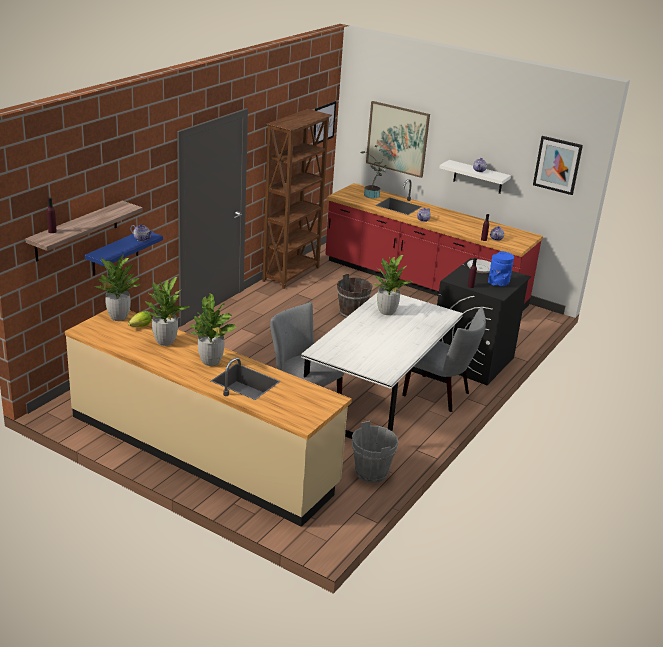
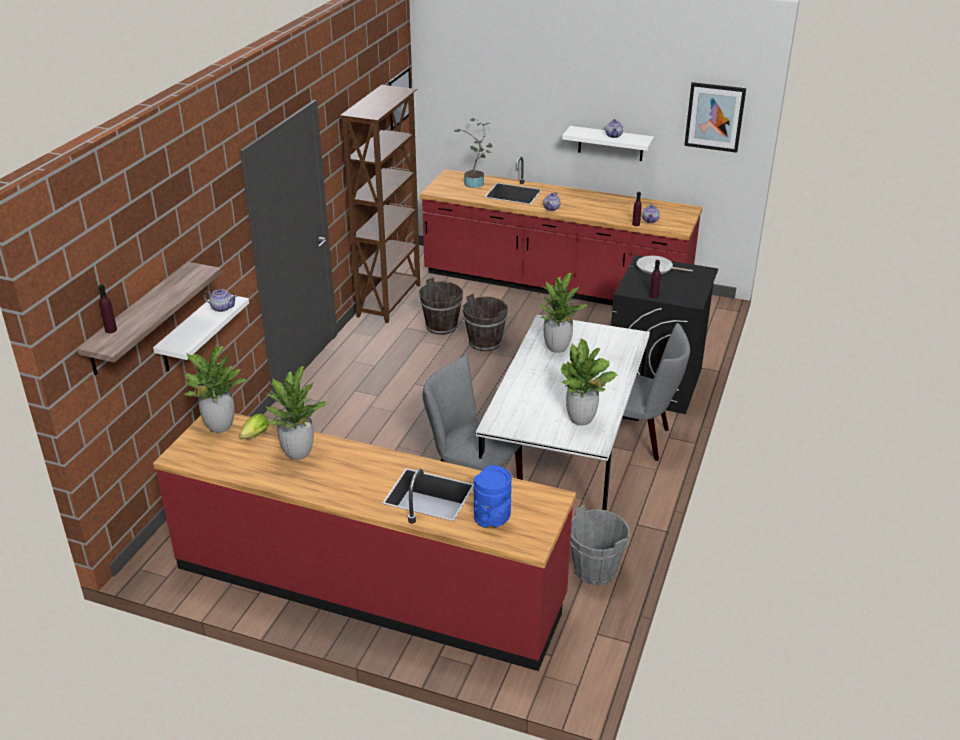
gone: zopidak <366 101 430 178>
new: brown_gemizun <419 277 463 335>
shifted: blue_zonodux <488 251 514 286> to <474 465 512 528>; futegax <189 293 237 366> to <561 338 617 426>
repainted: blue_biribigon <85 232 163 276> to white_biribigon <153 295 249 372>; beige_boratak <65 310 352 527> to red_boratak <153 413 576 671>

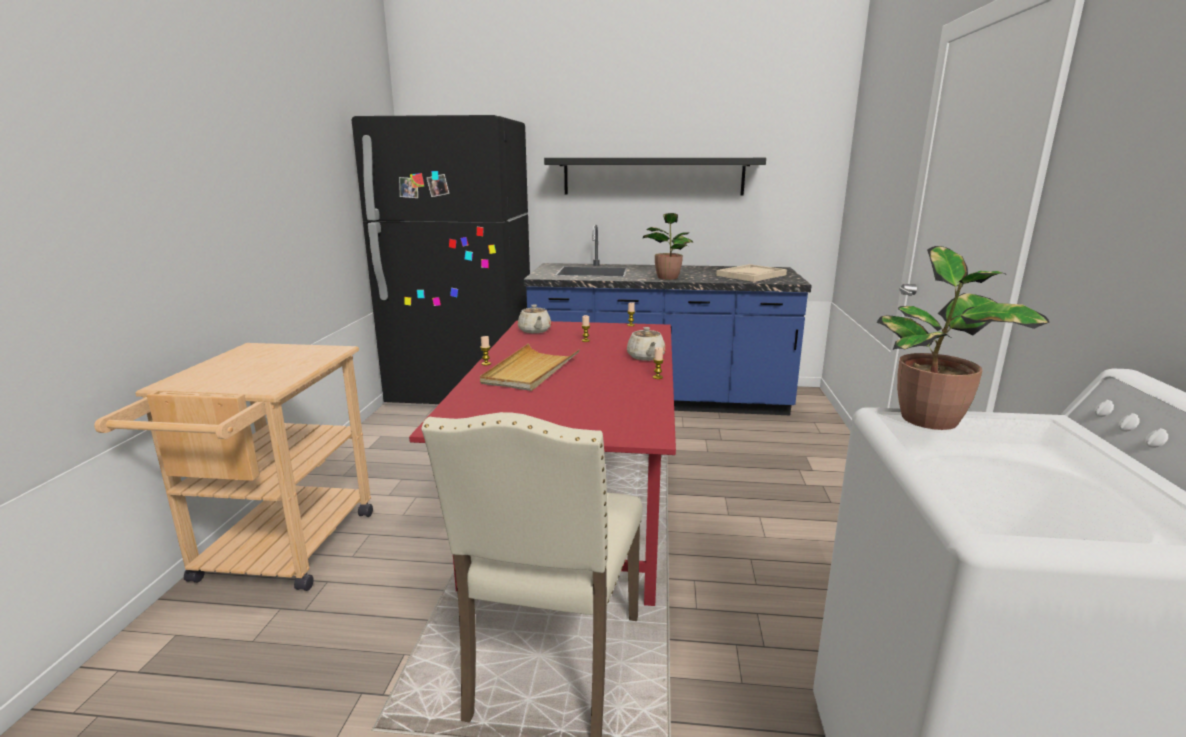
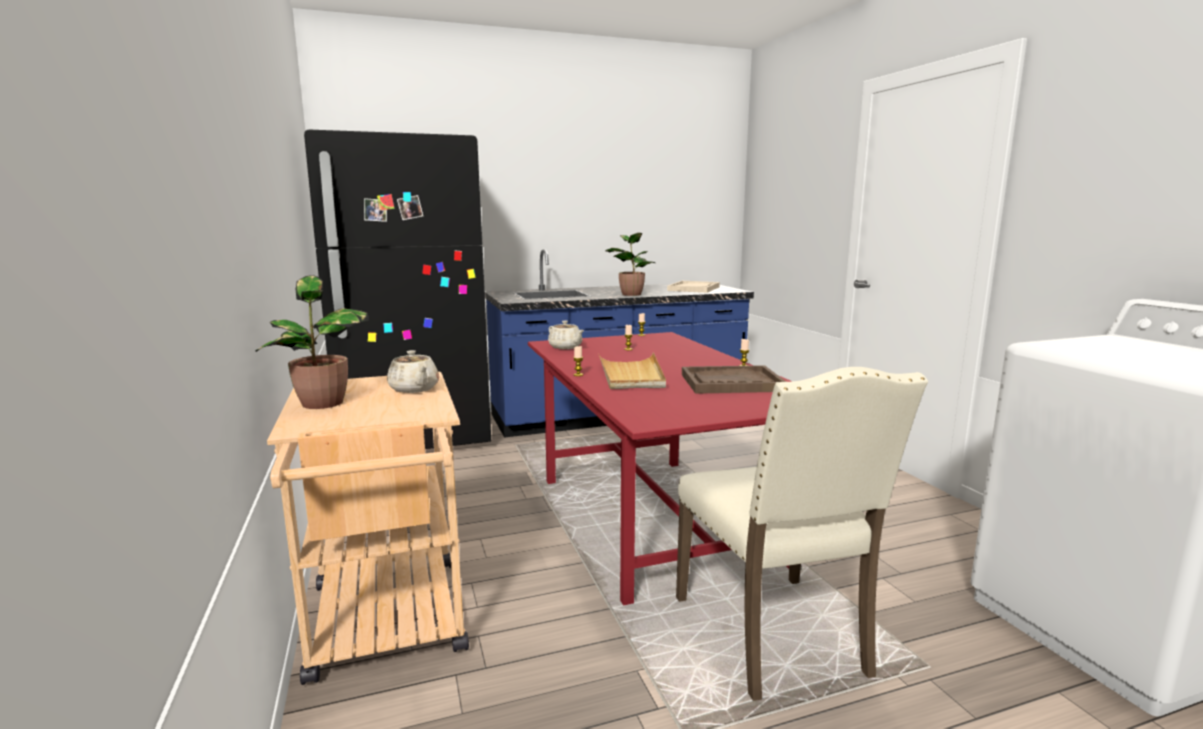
gone: black_biribigon <544 158 766 196>
new: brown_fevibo <682 365 786 394>
shifted: futegax <877 246 1050 430> to <256 275 369 409>; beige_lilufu <627 327 666 361> to <387 350 439 393>

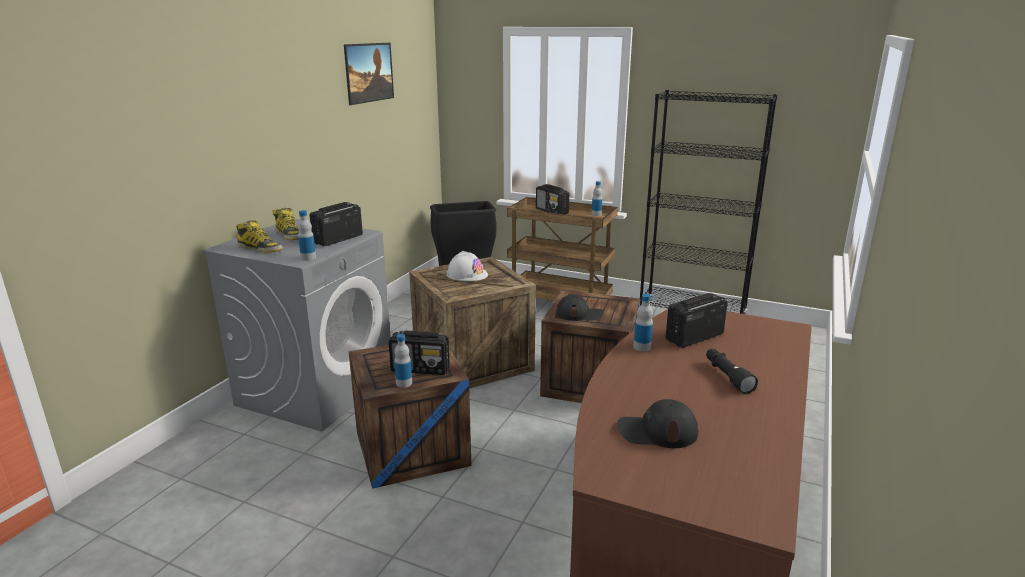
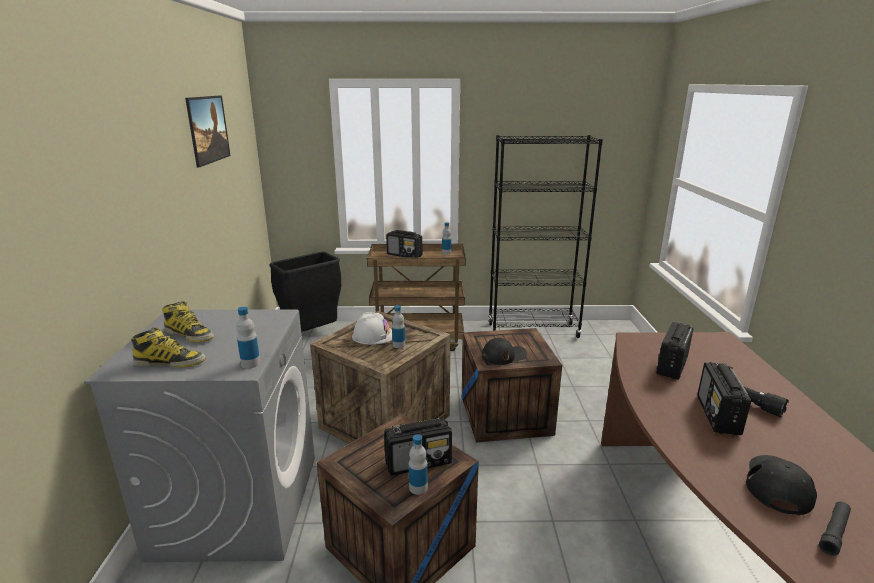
new: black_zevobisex <819 501 851 556>
shifted: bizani <310 202 363 246> to <697 362 751 435>; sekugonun <633 294 653 352> to <392 305 405 348>
rotated: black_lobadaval <617 399 699 448> = <746 455 817 515> 135 degrees clockwise

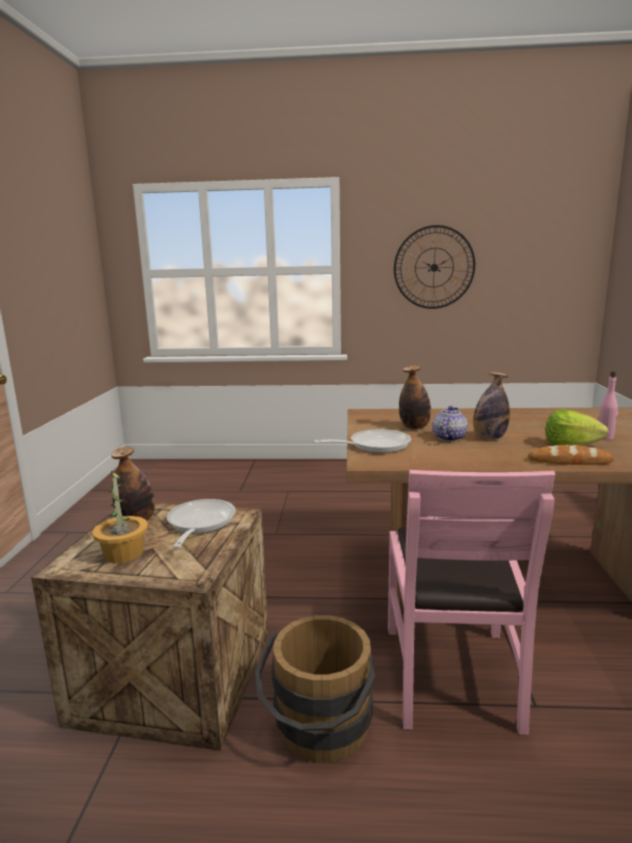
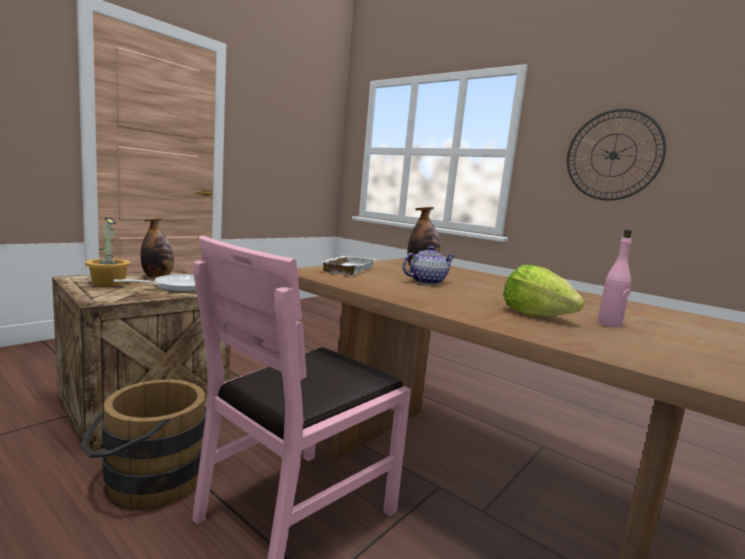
gone: sekugonun <473 372 510 440>; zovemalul <528 445 614 465>
swapped: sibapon <313 429 411 453> to white_fevibo <322 256 376 275>

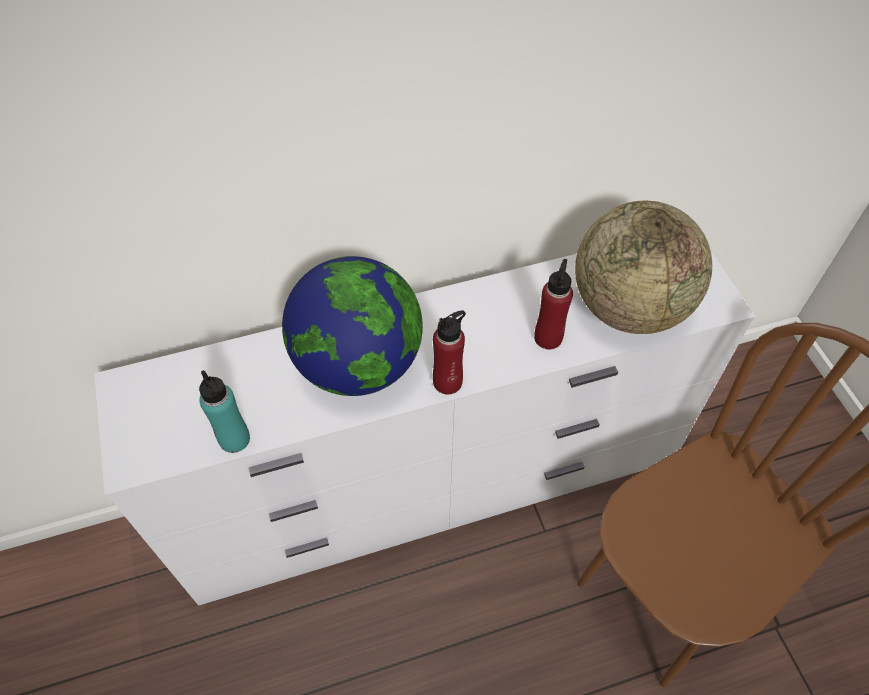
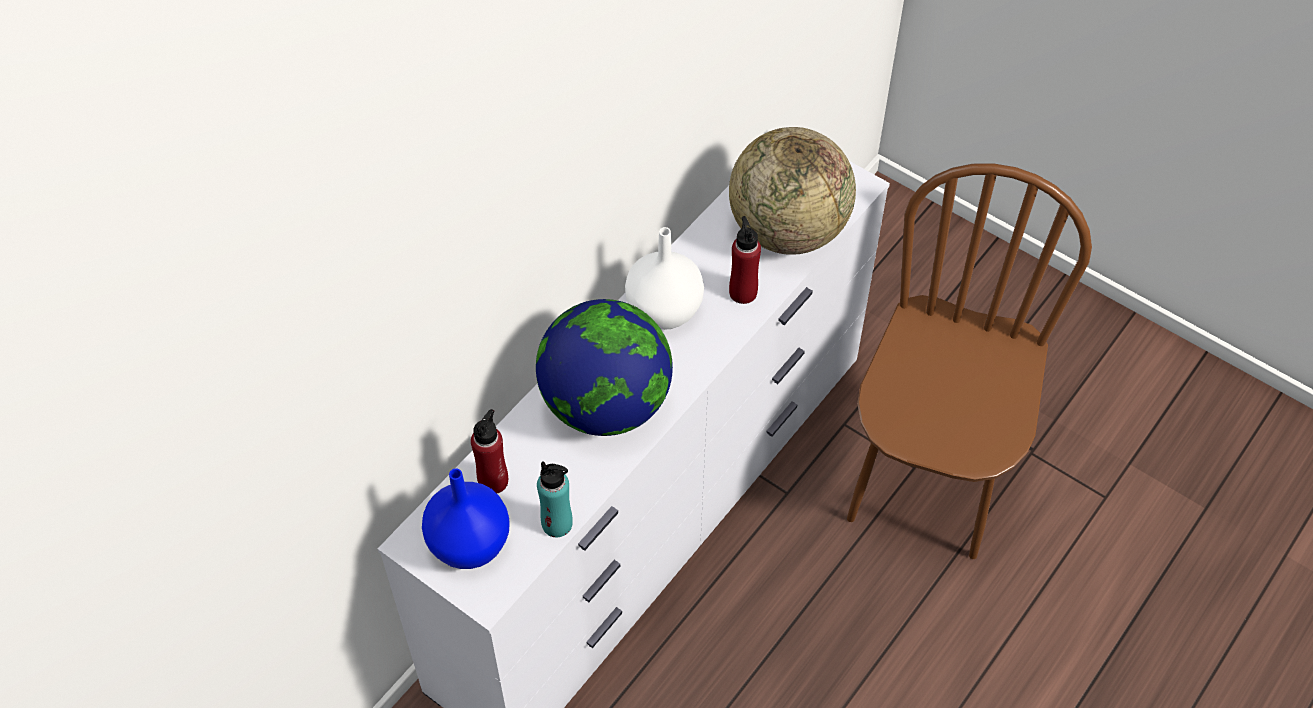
new: white_zonodux <625 227 704 330>; blue_zonodux <422 468 510 569>
shifted: red_sekugonun <433 310 466 394> to <471 409 508 493>

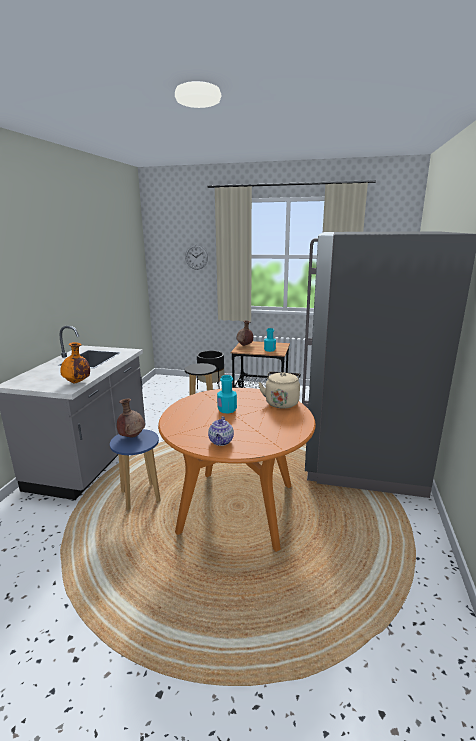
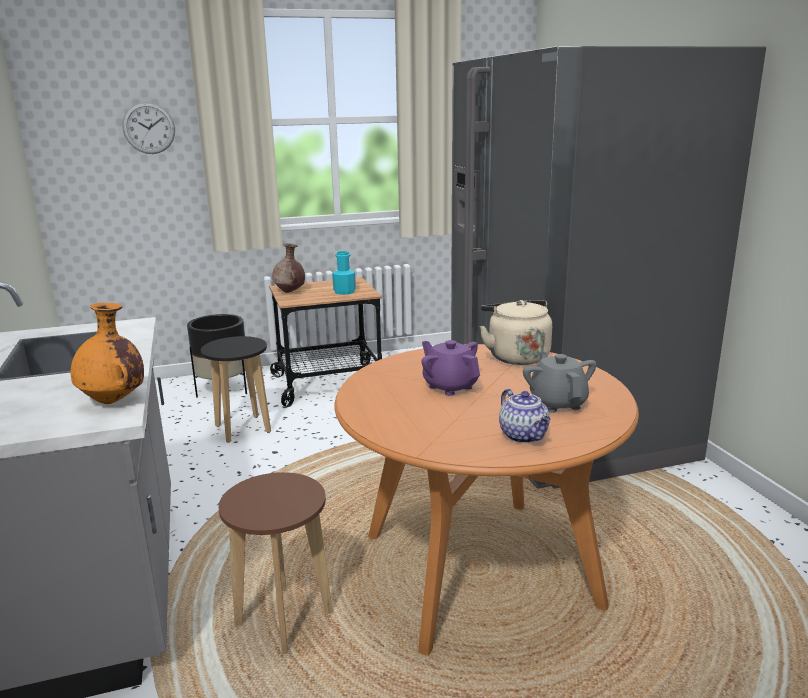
gone: brown_zonodux <117 399 145 438>
new: grey_lilufu <523 351 597 413>
swapped: turquoise_sekugonun <217 375 237 413> to purple_lilufu <421 340 480 396>
repainted: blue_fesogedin <110 429 161 510> to brown_fesogedin <219 472 333 655>

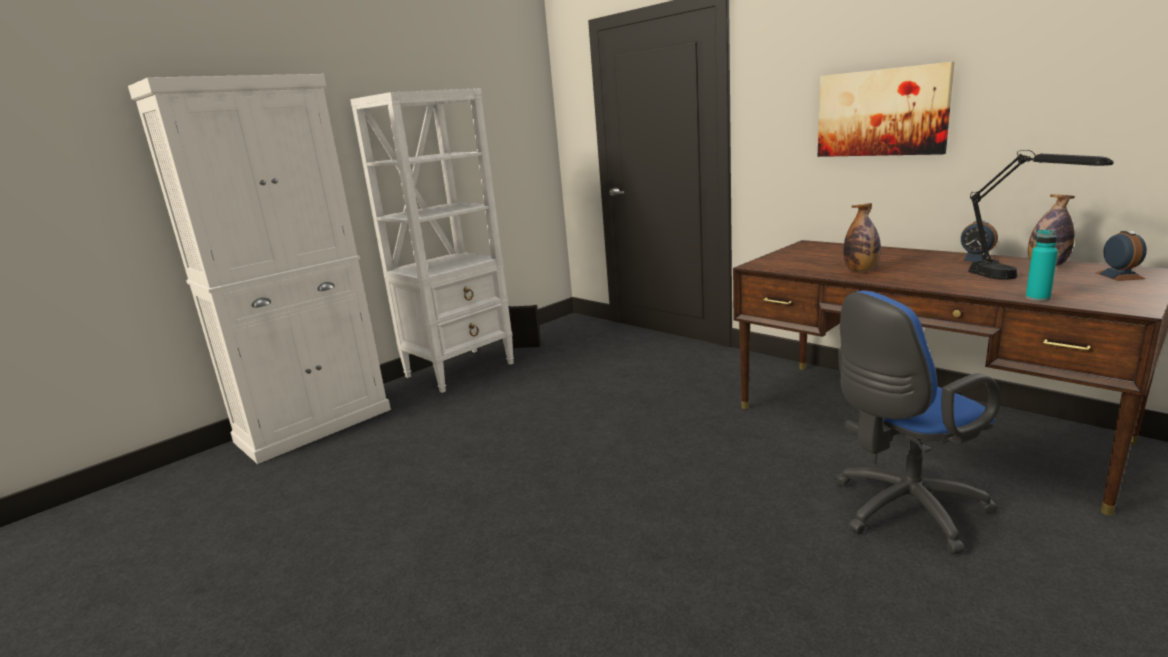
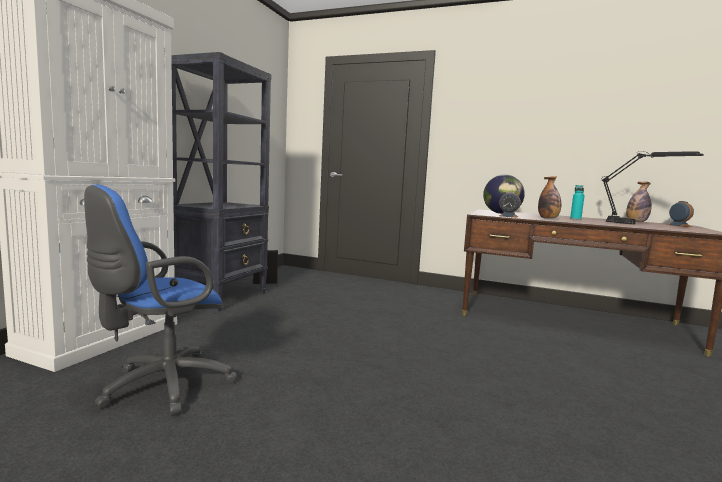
gone: zopidak <818 62 955 157>
new: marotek <483 175 525 214>
shifted: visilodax <957 220 998 262> to <499 192 521 218>; turquoise_sekugonun <1026 230 1058 301> to <570 185 585 220>; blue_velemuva <835 291 1001 554> to <84 185 237 416>
repainted: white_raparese <350 88 514 393> to black_raparese <171 52 272 312>

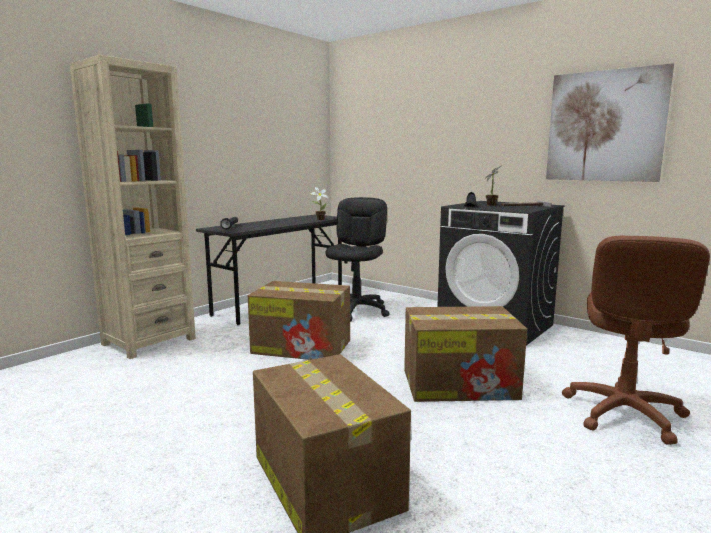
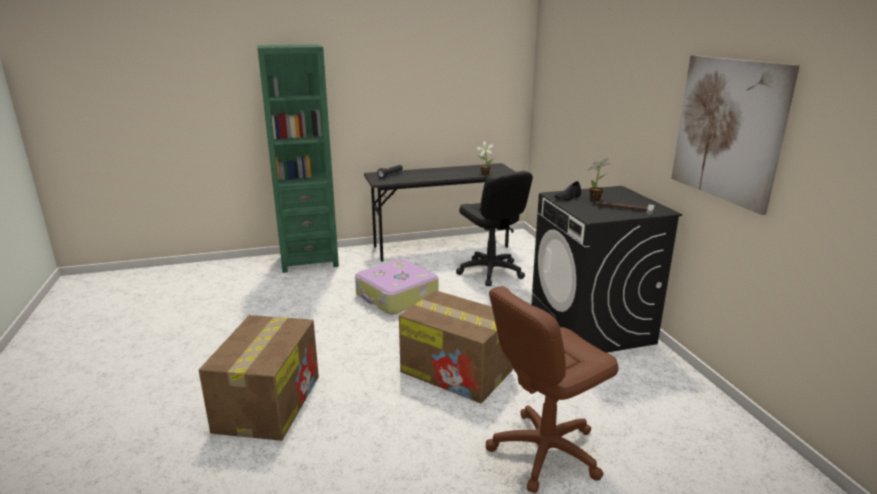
swapped: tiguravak <248 281 350 360> to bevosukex <355 259 439 315>
repainted: beige_raparese <70 55 196 359> to green_raparese <257 44 339 273>
rotated: black_velemuva <325 197 390 321> = <456 171 533 286> 105 degrees clockwise

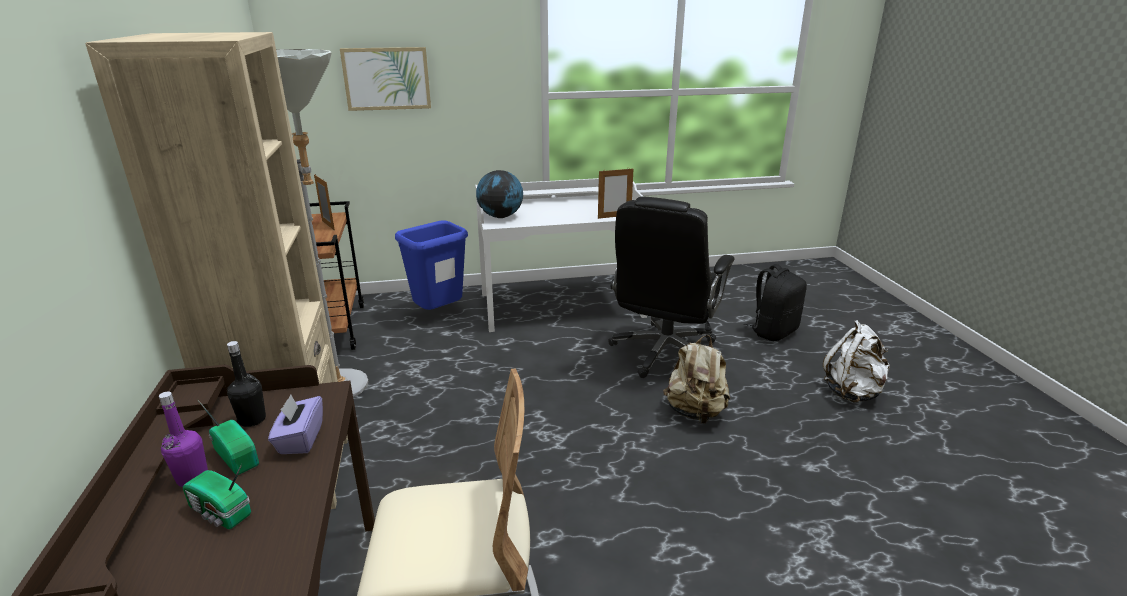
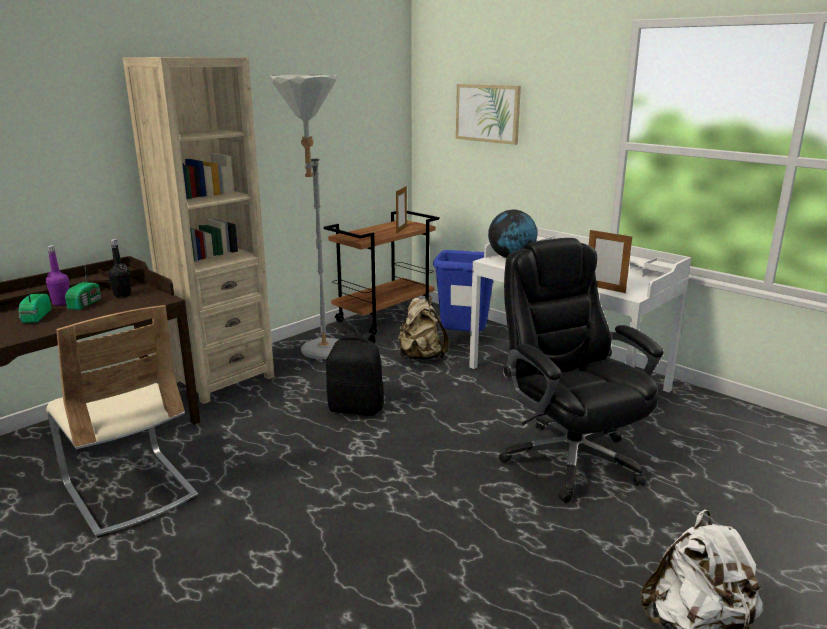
gone: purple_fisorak <268 394 323 454>
shifted: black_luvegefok <744 264 807 341> to <326 331 384 416>; beige_luvegefok <663 335 730 424> to <398 296 449 361>
rotated: black_velemuva <608 196 734 378> = <499 238 664 503> 75 degrees clockwise

